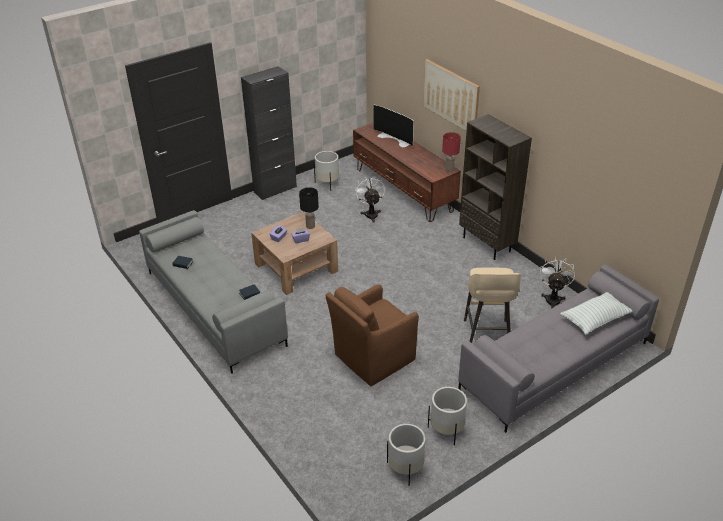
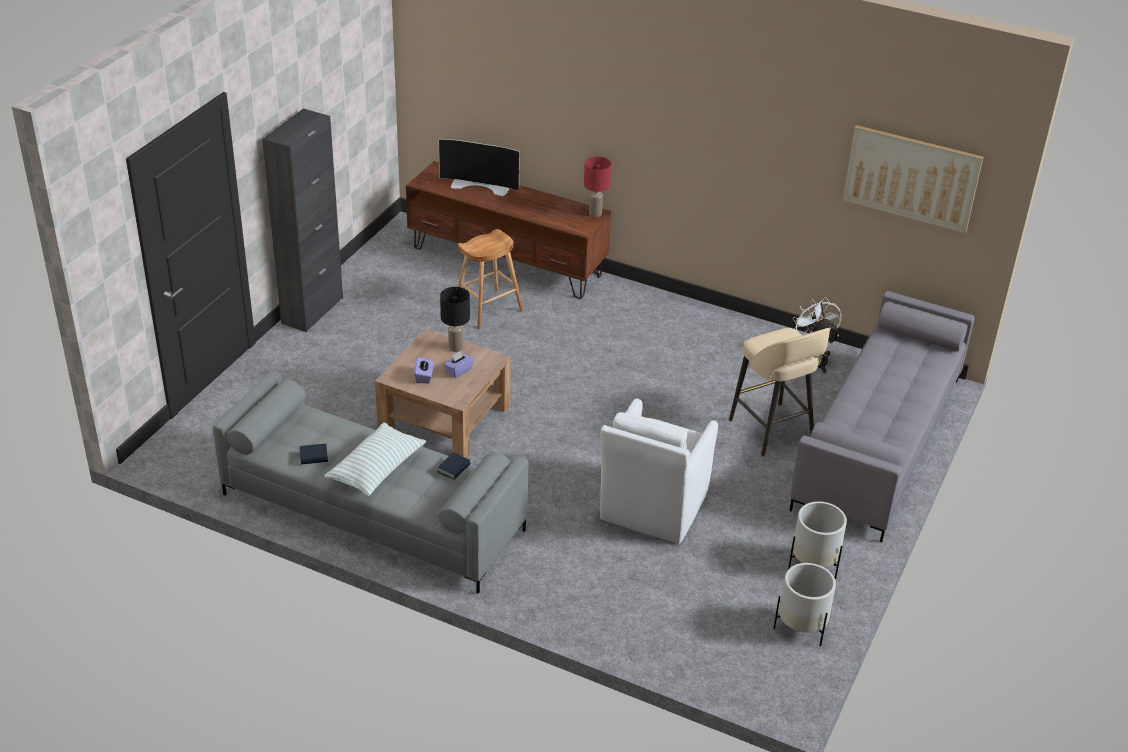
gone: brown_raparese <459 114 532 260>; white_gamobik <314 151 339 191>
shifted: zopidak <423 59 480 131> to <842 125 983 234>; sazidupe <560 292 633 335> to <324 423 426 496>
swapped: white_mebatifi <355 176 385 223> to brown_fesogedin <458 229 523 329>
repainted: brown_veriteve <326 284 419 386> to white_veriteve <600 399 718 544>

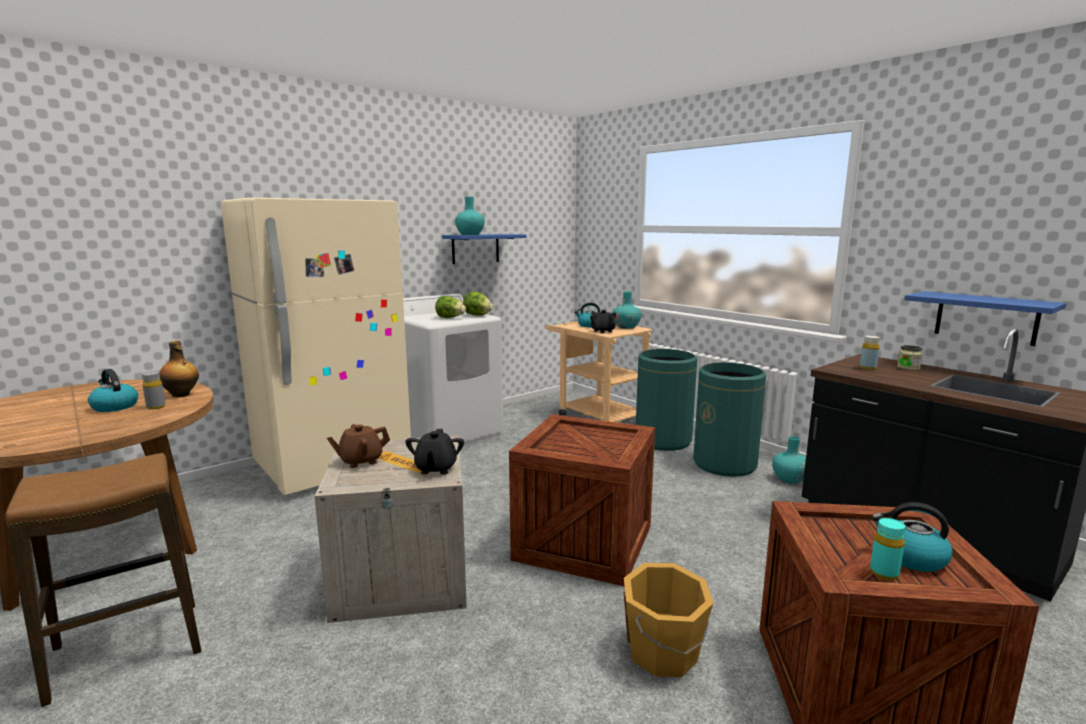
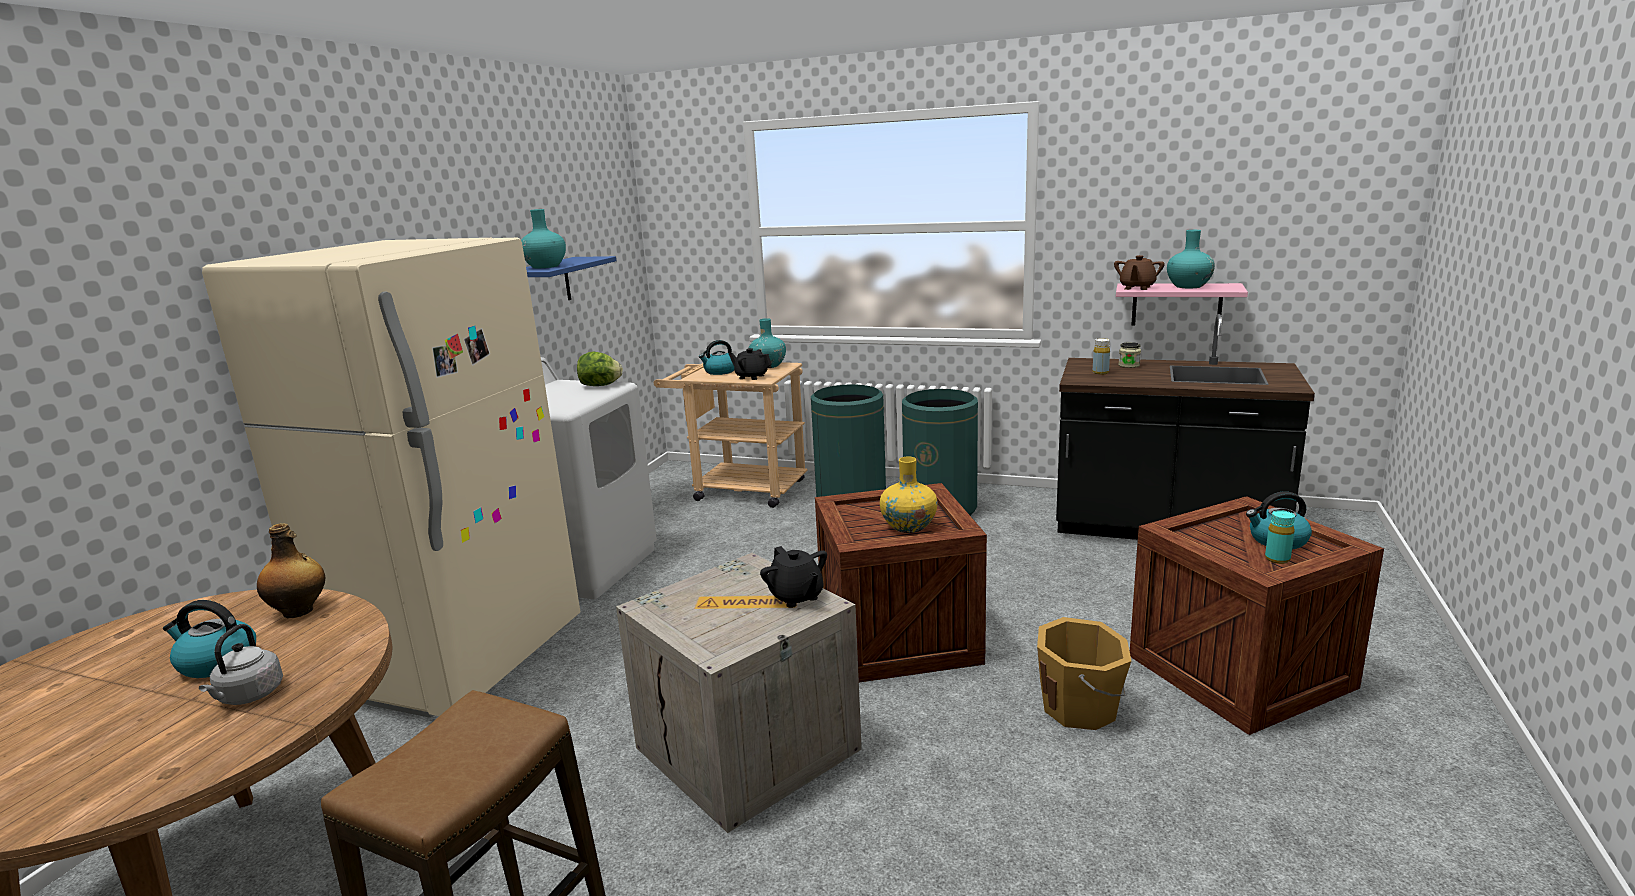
gone: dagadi <435 296 466 318>; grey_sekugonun <142 372 166 410>
new: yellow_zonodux <880 457 937 533>; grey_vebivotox <199 624 283 705>
shifted: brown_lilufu <327 424 390 468> to <1114 255 1165 290>; turquoise_zonodux <772 436 806 484> to <1167 230 1215 288>
repainted: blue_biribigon <904 291 1067 346> to pink_biribigon <1116 283 1248 326>

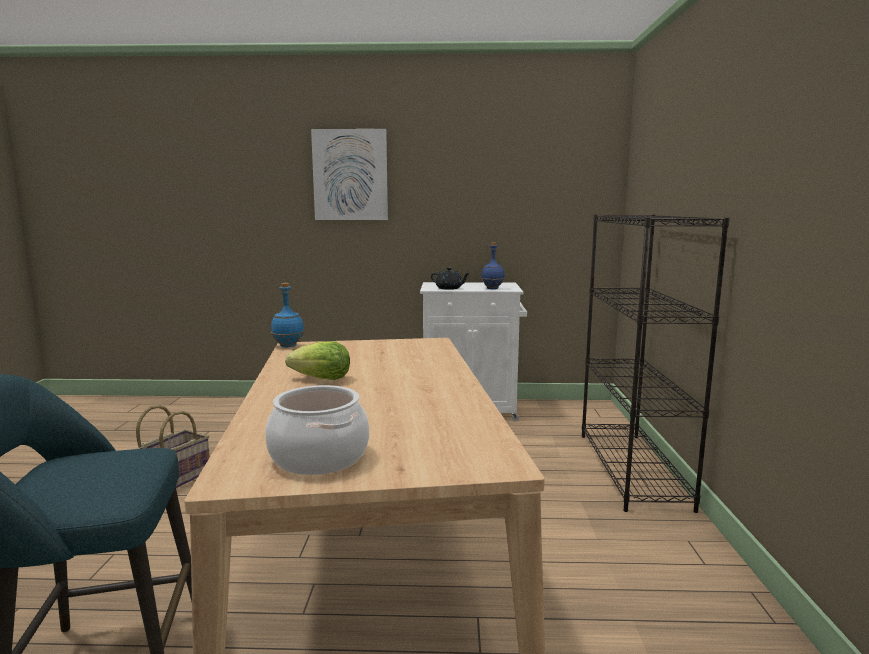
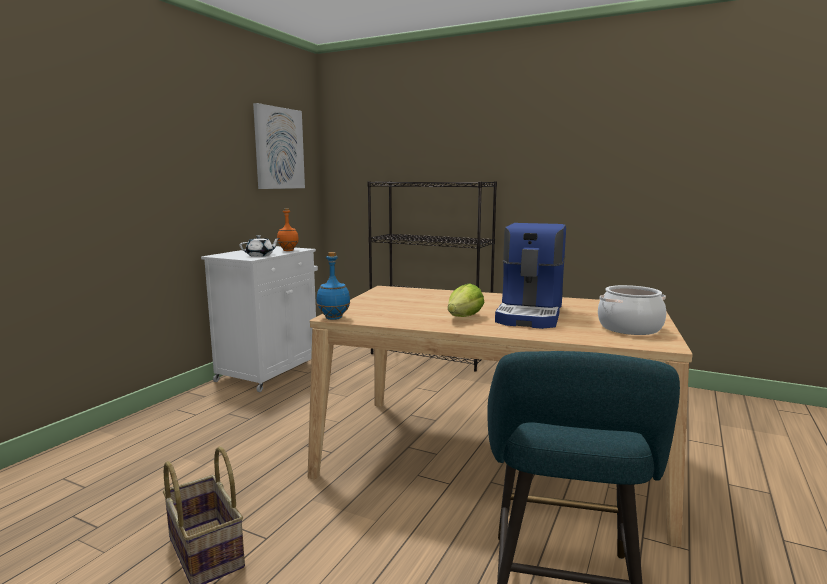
new: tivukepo <495 223 566 329>
shifted: zopidak <311 129 388 220> to <253 103 305 189>
repainted: blue_sekugonun <481 242 504 289> to orange_sekugonun <277 208 299 251>; black_lilufu <431 268 470 290> to white_lilufu <240 235 280 257>

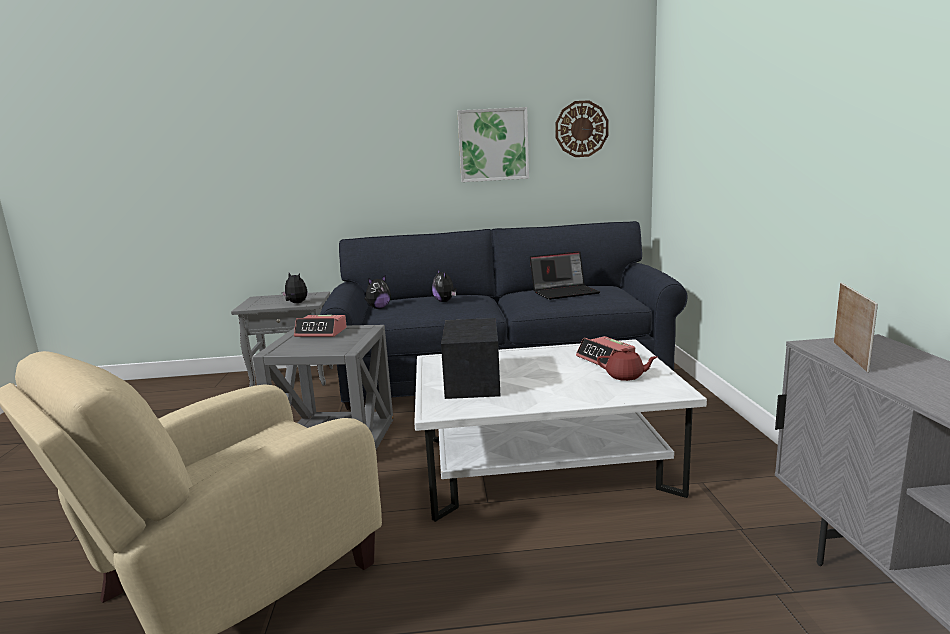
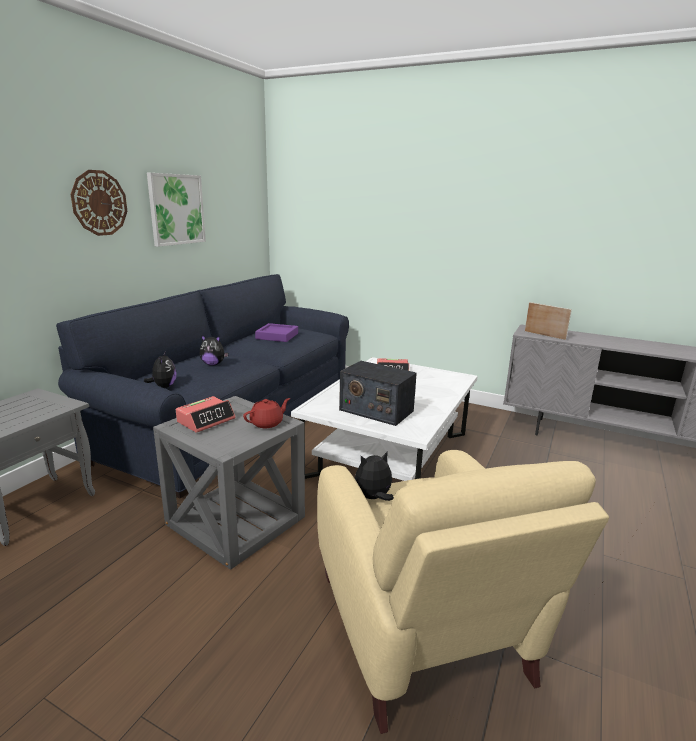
shifted: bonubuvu <555 100 609 157> to <71 170 127 236>; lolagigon <282 273 307 303> to <355 452 394 501>; red_lilufu <597 348 657 381> to <243 398 290 428>
swapped: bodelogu <530 251 600 300> to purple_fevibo <255 323 298 342>

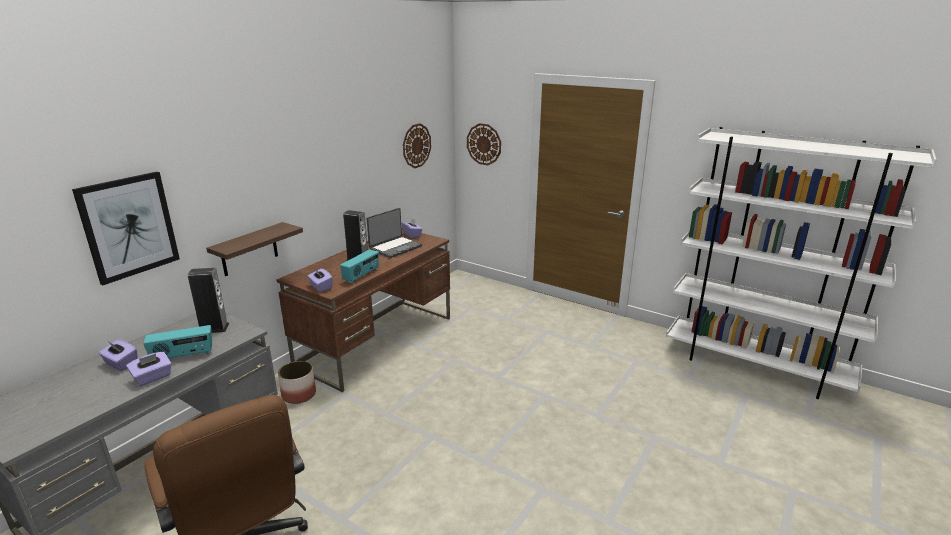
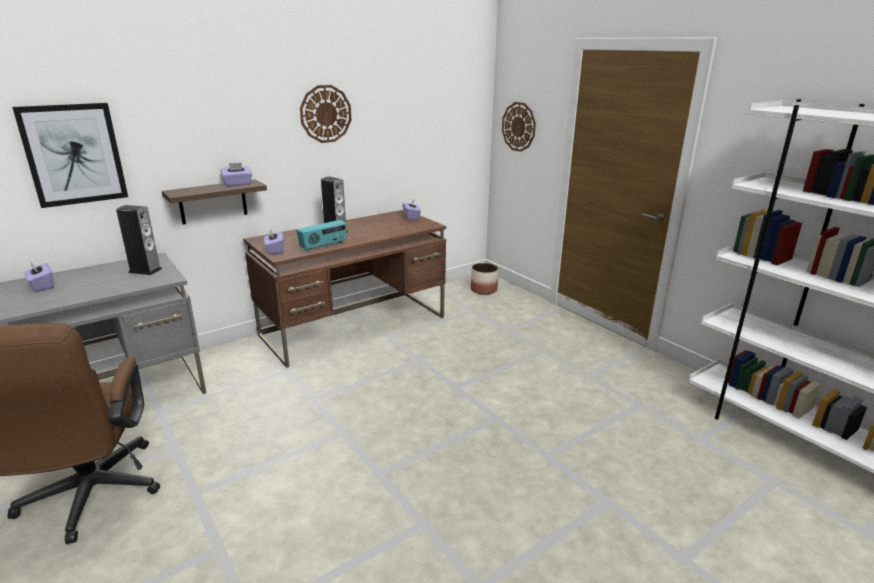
gone: bodelogu <366 208 422 258>; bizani <143 325 212 358>
shifted: bonubuvu <403 123 431 168> to <300 85 351 143>; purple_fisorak <126 352 172 386> to <220 163 252 186>; gamobik <278 361 316 404> to <471 263 498 295>

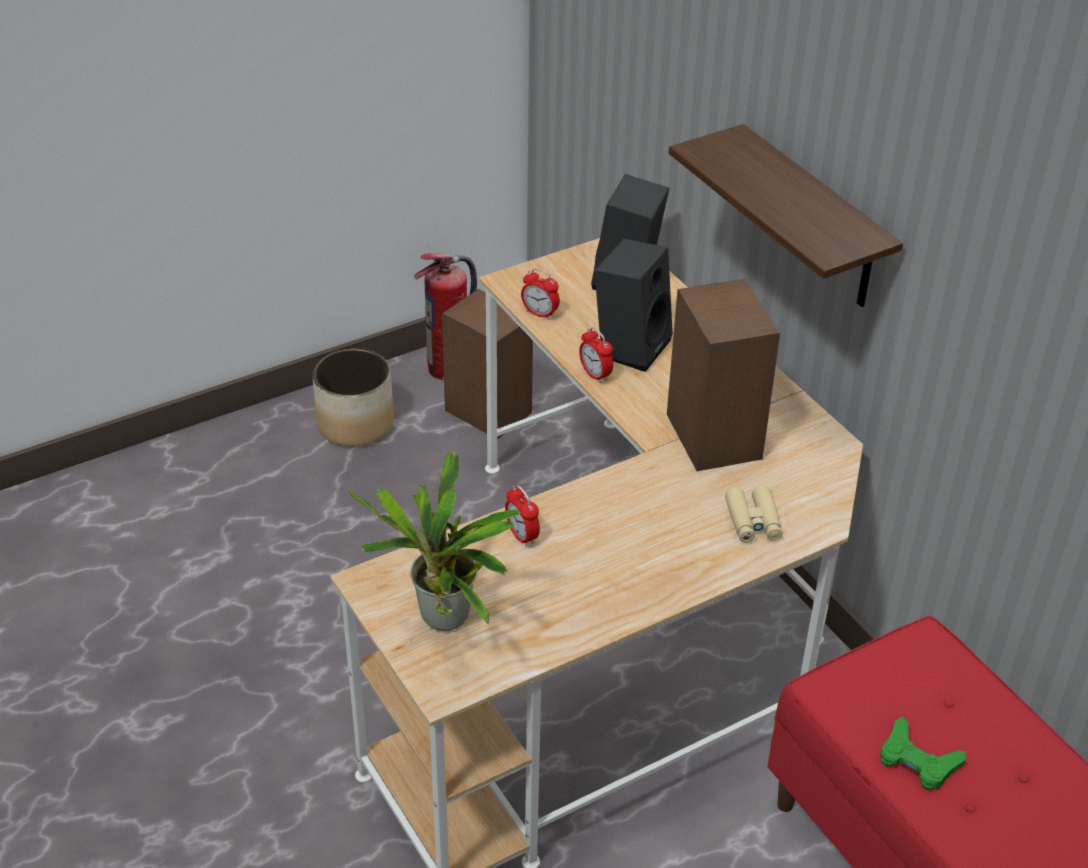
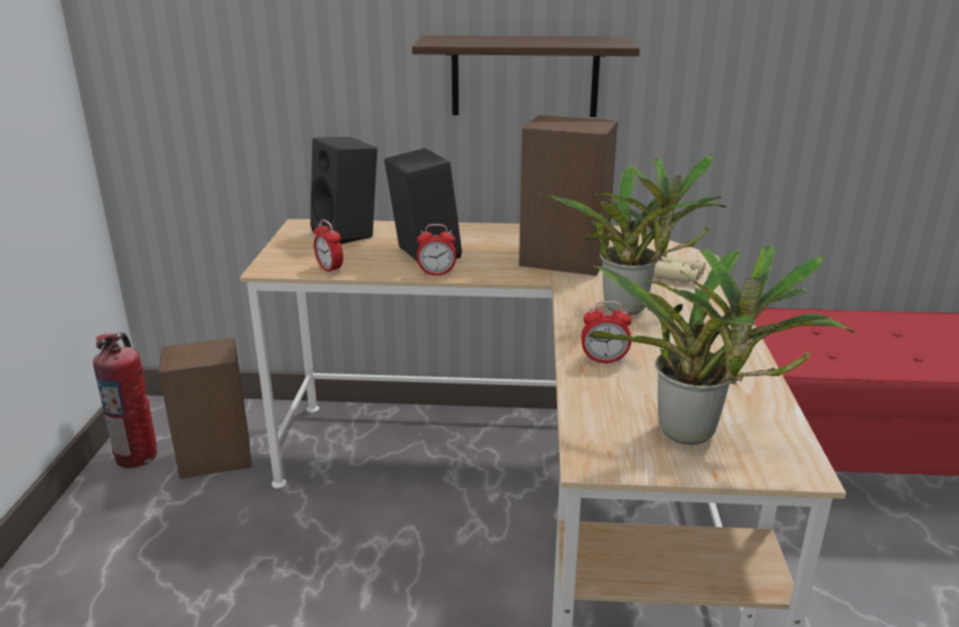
gone: gamobik <312 348 394 446>; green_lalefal <880 717 966 791>
new: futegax <540 154 726 315>
rotated: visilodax <521 268 560 320> = <313 219 343 275> 75 degrees clockwise

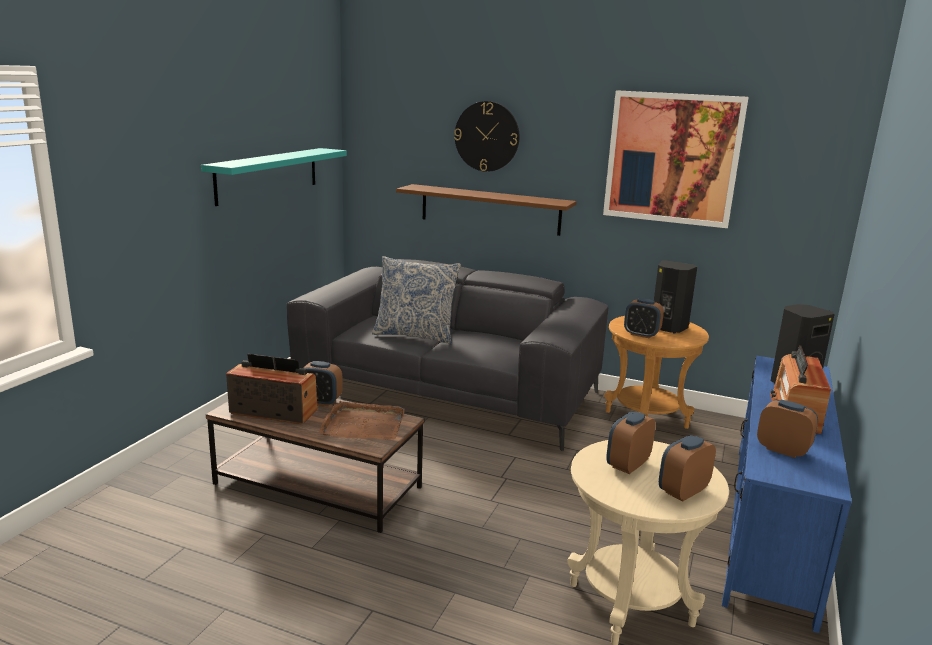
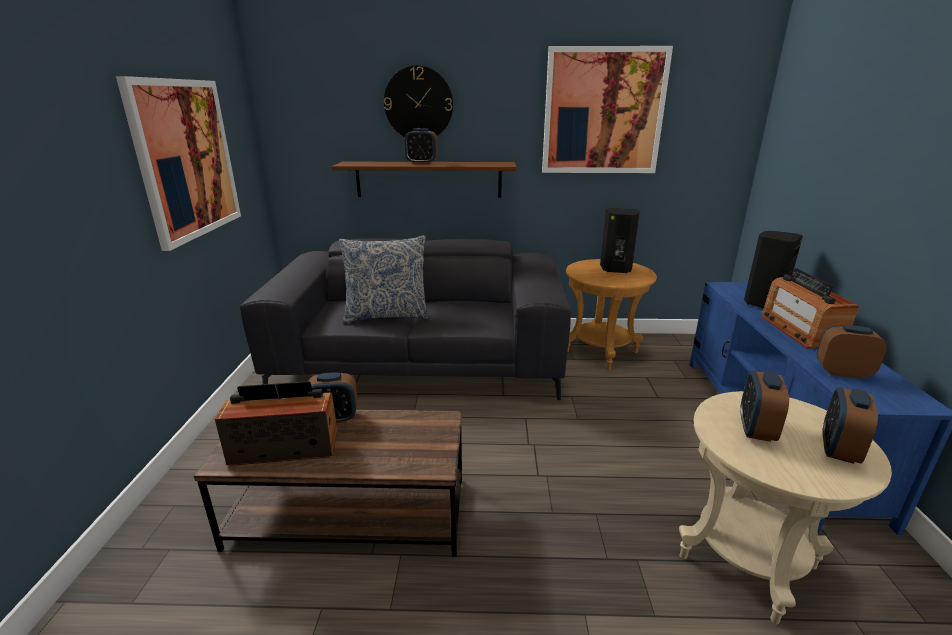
gone: brown_fevibo <319 401 405 440>
shifted: visilodax <624 298 664 339> to <404 128 438 164>
swapped: turquoise_biribigon <201 148 347 206> to zopidak <116 76 241 251>

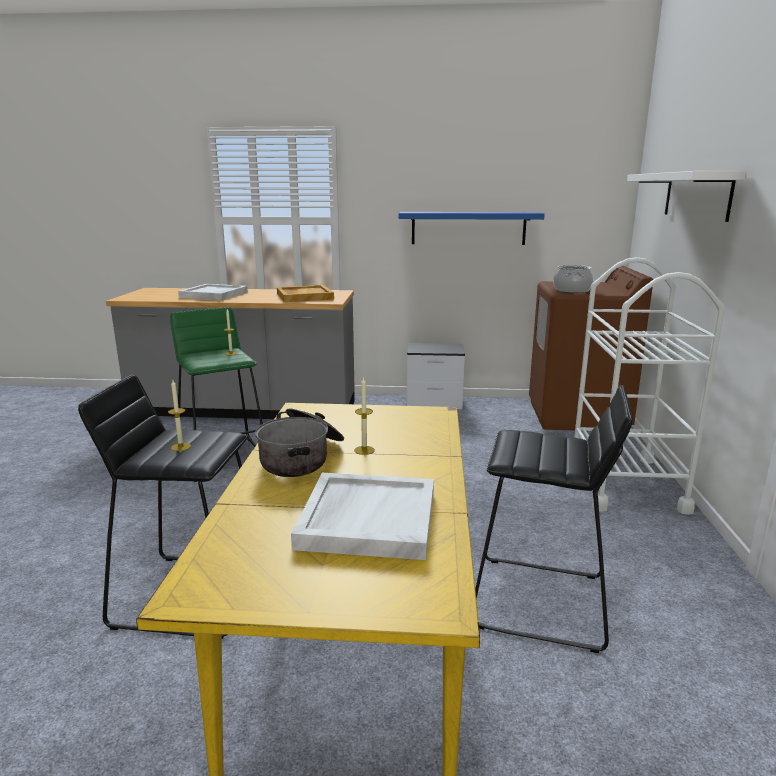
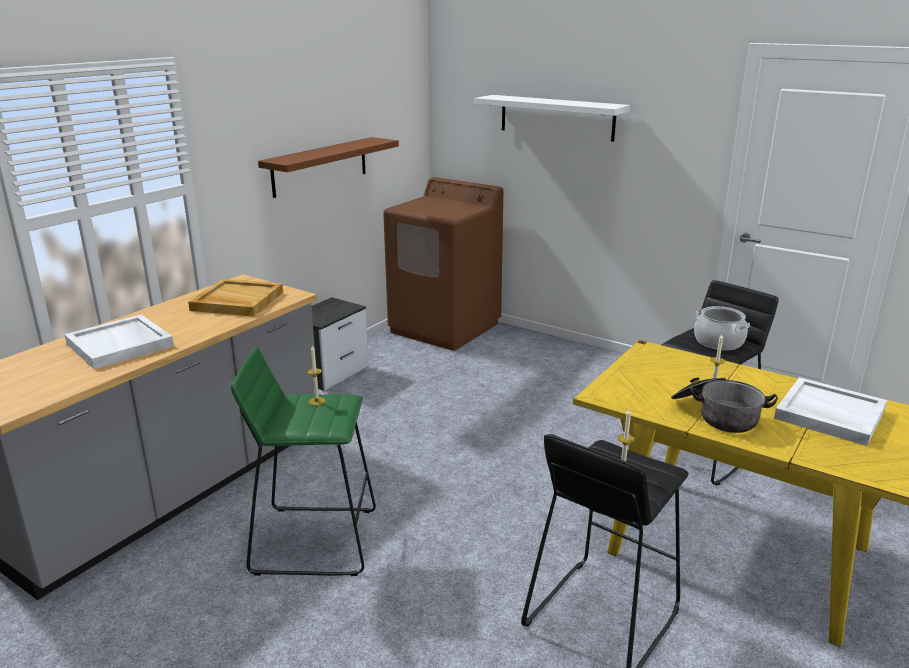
gone: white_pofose <574 257 725 515>
shifted: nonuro <553 265 593 293> to <694 306 750 350>
repainted: blue_biribigon <399 212 545 245> to brown_biribigon <258 137 399 198>

